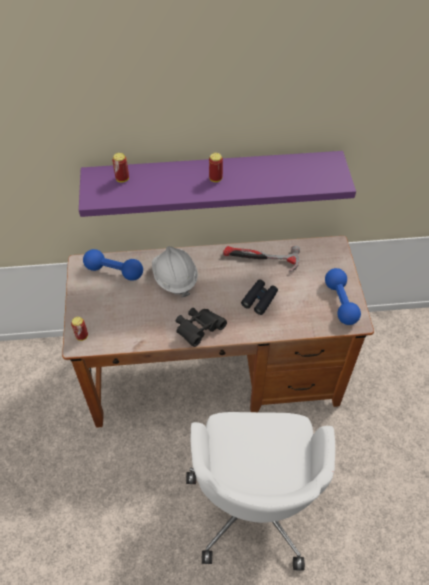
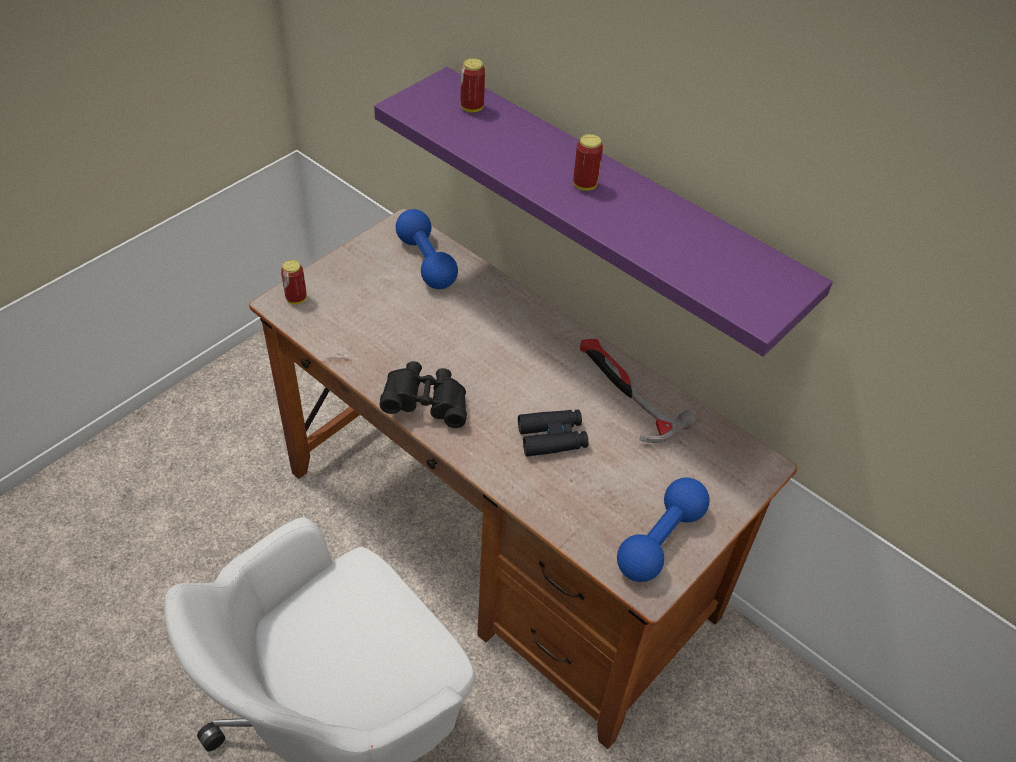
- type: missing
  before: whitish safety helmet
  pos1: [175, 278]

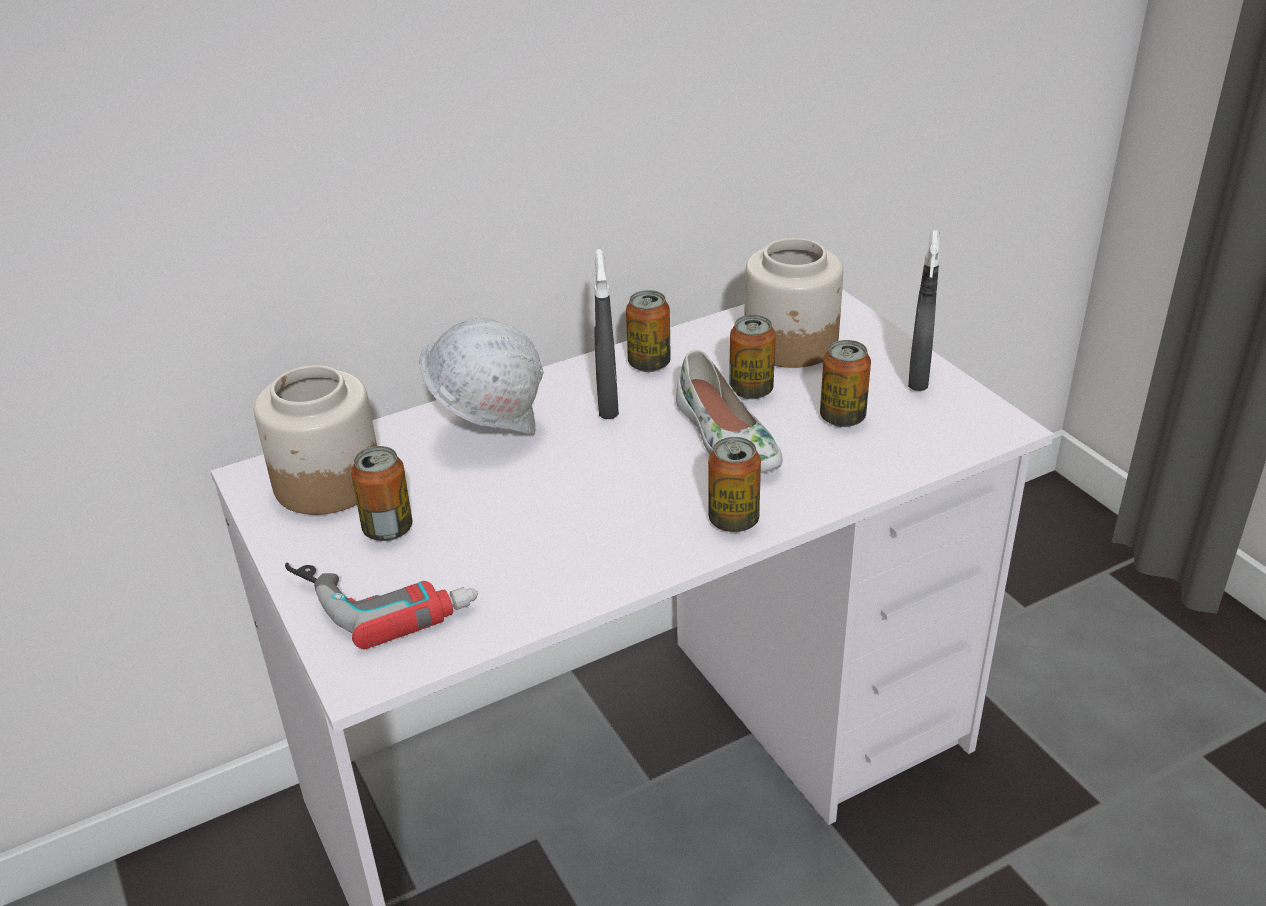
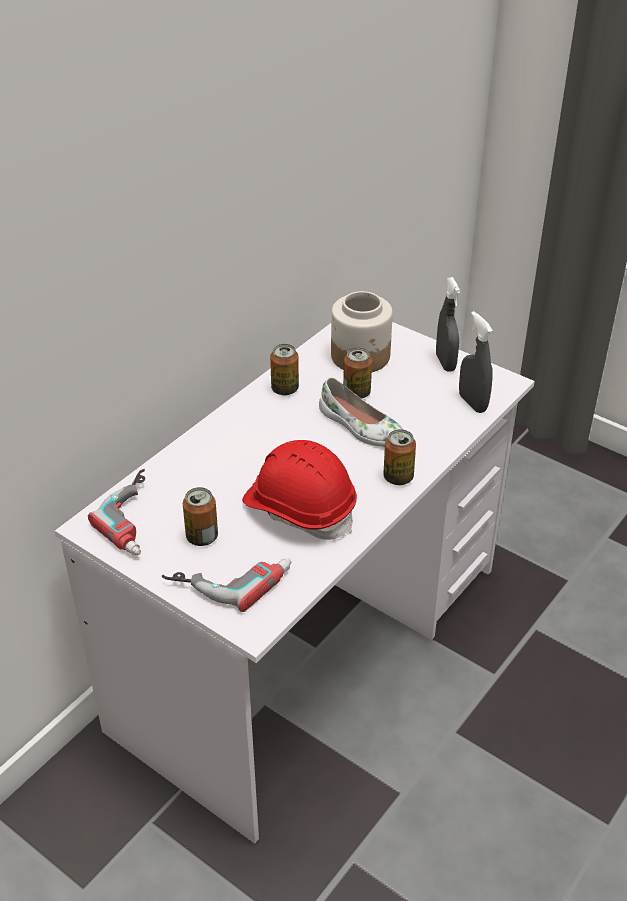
- type: missing
  before: whitish safety helmet
  pos1: [489, 429]
- type: missing
  before: can
  pos1: [842, 417]
- type: appeared
  after: reddish safety helmet
  pos2: [300, 508]
- type: relocated
  before: grey spray bottle
  pos1: [607, 404]
  pos2: [472, 403]
- type: exchanged
  before: jar
  after: power drill
  pos1: [326, 482]
  pos2: [139, 517]

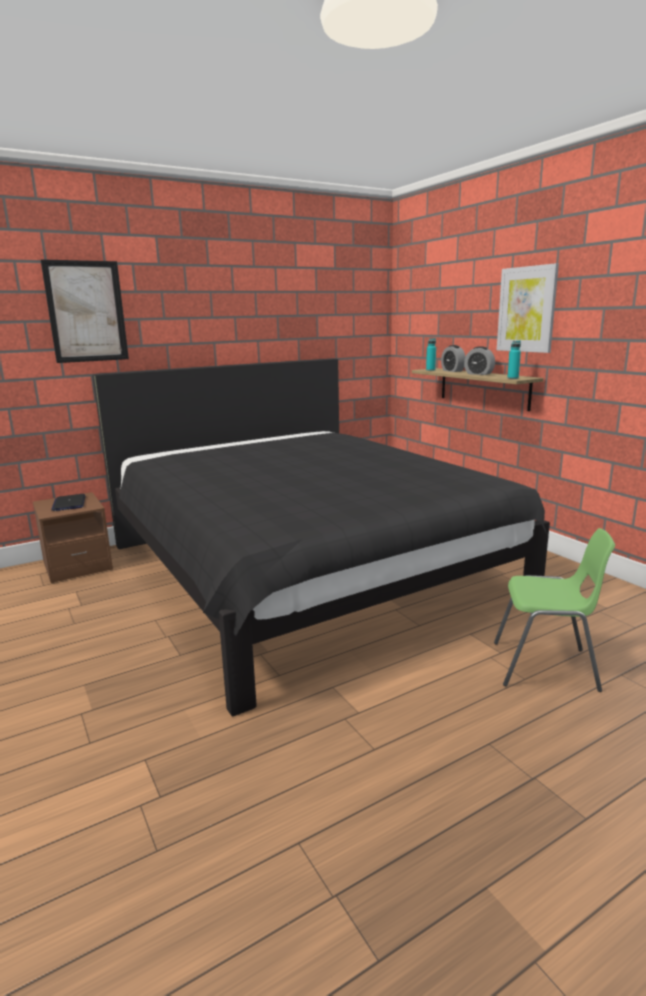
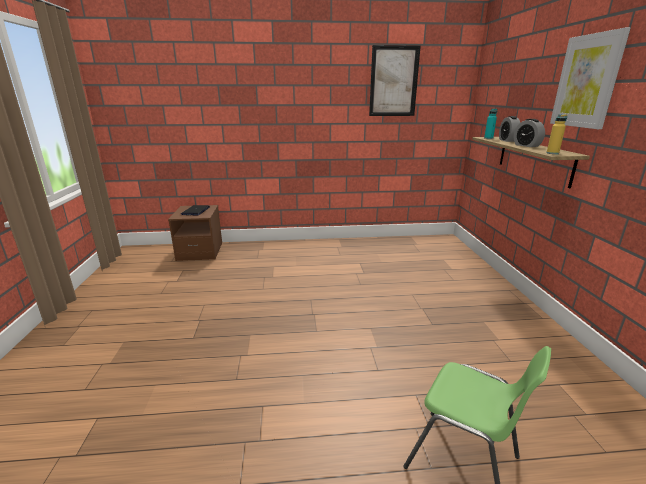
- type: missing
  before: black-coloured bed
  pos1: [303, 571]
- type: relocated
  before: wall art
  pos1: [86, 312]
  pos2: [393, 81]
- type: colour
  before: turquoise-coloured beverage bottle
  after: yellow beverage bottle
  pos1: [513, 378]
  pos2: [552, 153]

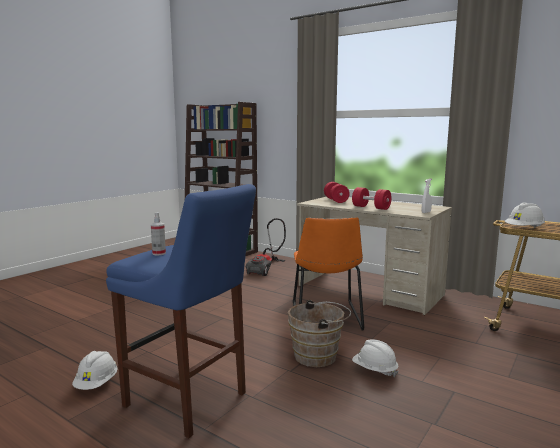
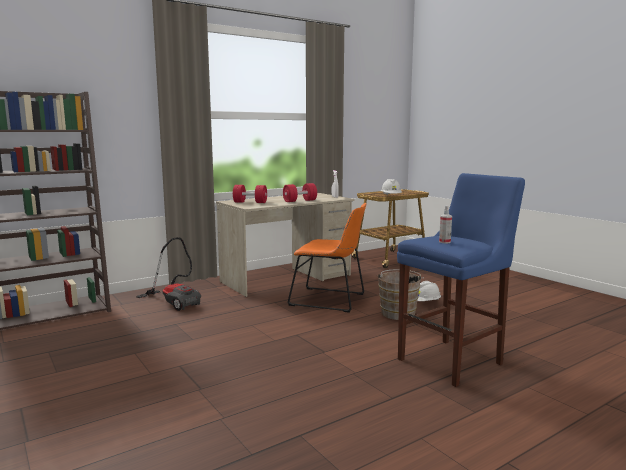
- type: missing
  before: whitish safety helmet
  pos1: [97, 384]

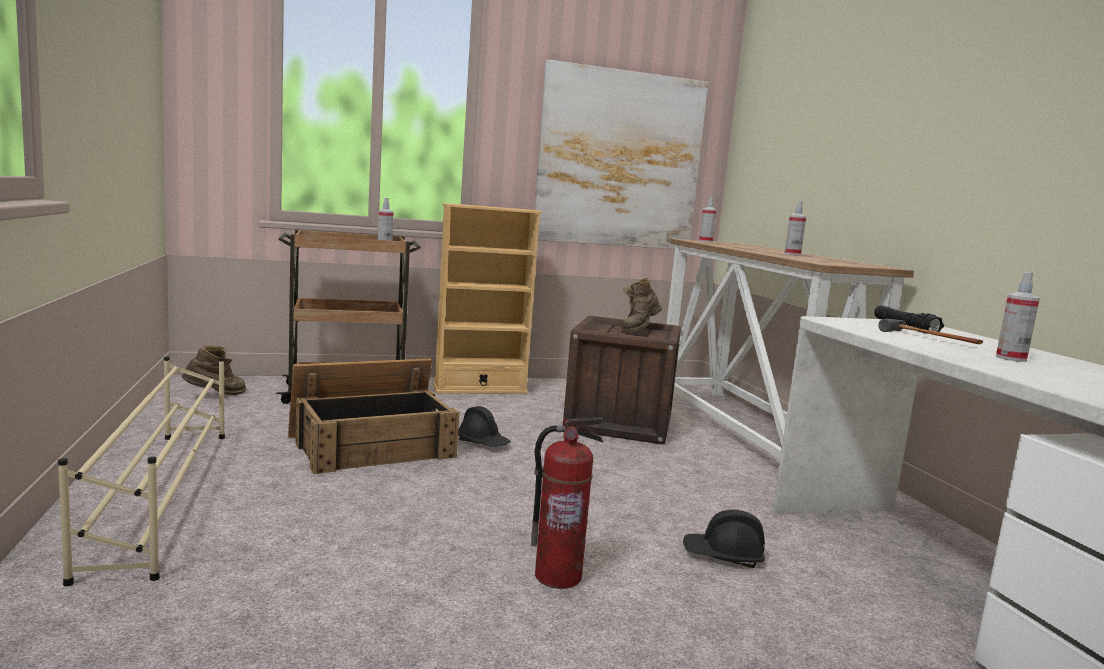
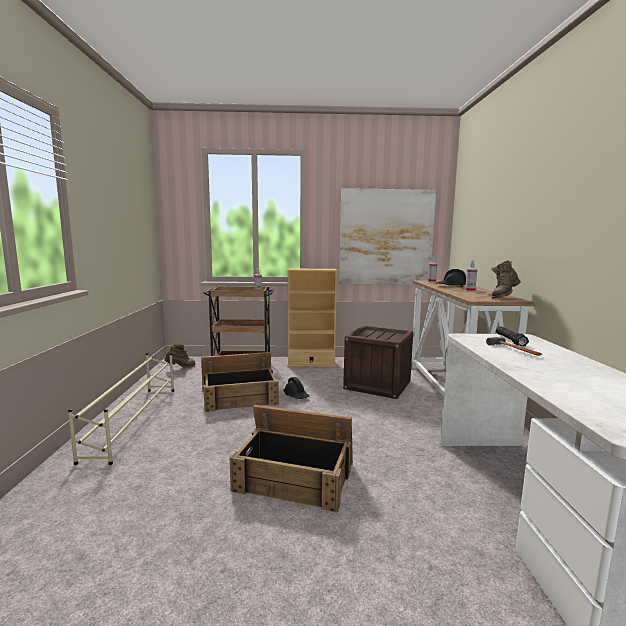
- type: missing
  before: spray bottle
  pos1: [1011, 358]
- type: relocated
  before: brownish boot
  pos1: [638, 331]
  pos2: [503, 297]
- type: relocated
  before: black-coloured safety helmet
  pos1: [723, 555]
  pos2: [451, 286]
- type: exchanged
  before: extinguisher
  after: crate
  pos1: [558, 576]
  pos2: [296, 476]

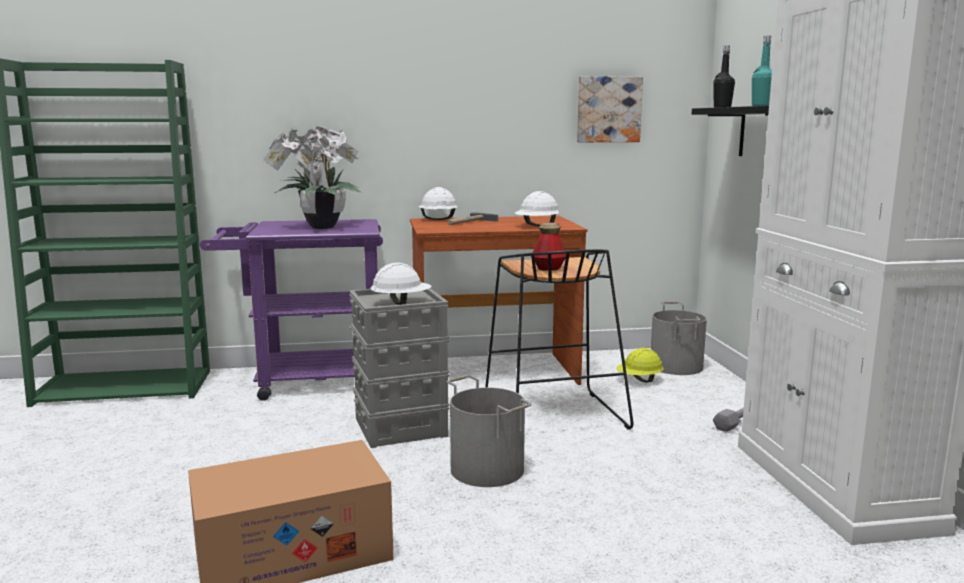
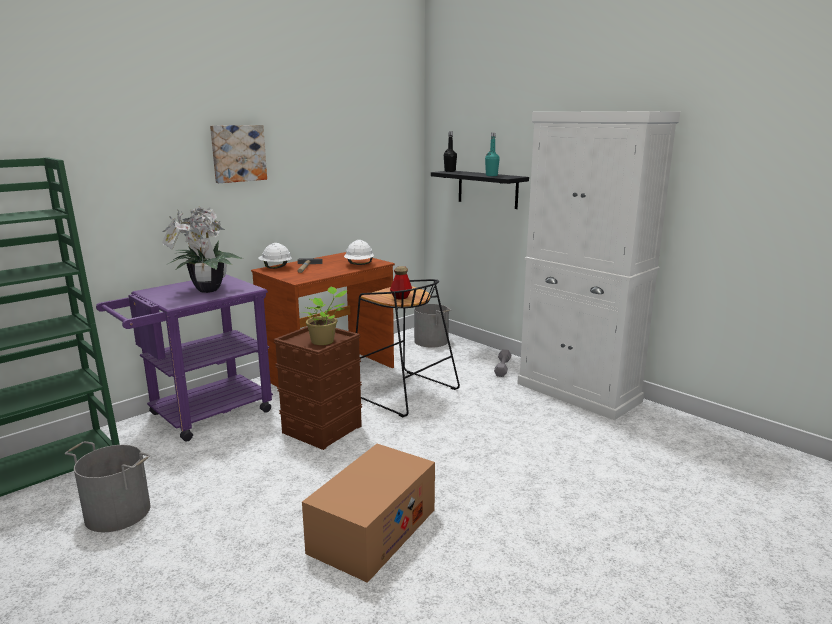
- type: missing
  before: yellow safety helmet
  pos1: [639, 380]
- type: relocated
  before: grey bucket
  pos1: [488, 469]
  pos2: [118, 512]
- type: relocated
  before: wall art
  pos1: [608, 109]
  pos2: [238, 153]
- type: exchanged
  before: whitish safety helmet
  after: houseplant
  pos1: [401, 303]
  pos2: [324, 341]
- type: colour
  before: grey storage bin
  after: brownish storage bin
  pos1: [401, 426]
  pos2: [322, 429]

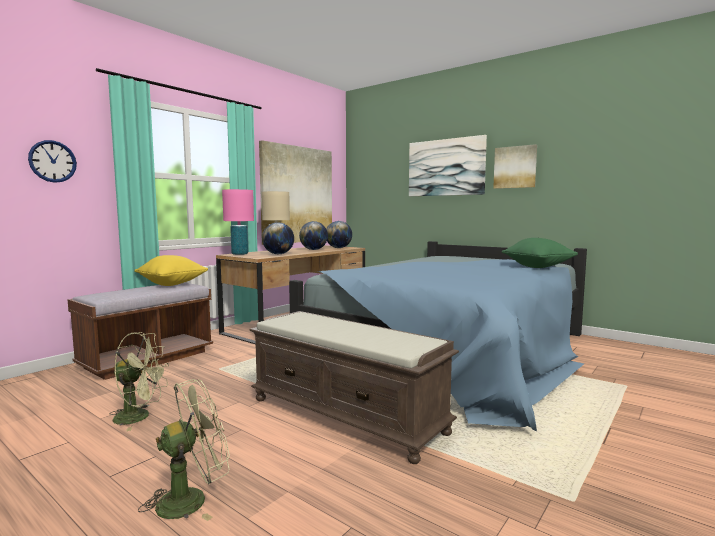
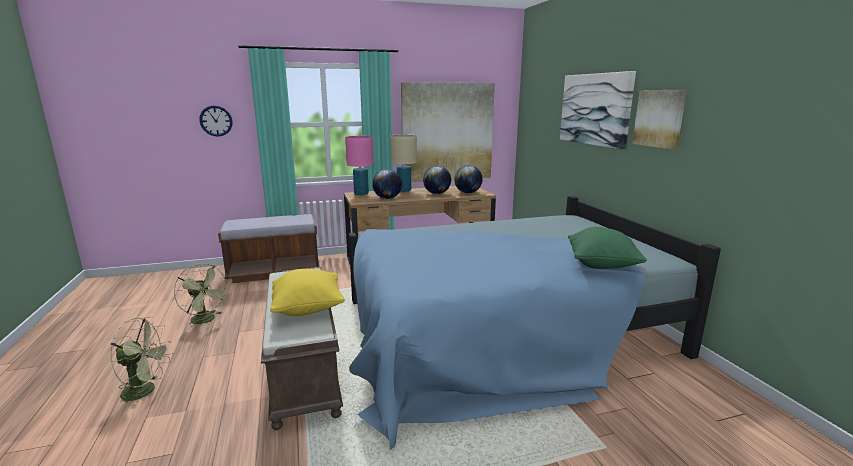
- type: relocated
  before: yellow pillow
  pos1: [172, 284]
  pos2: [308, 308]

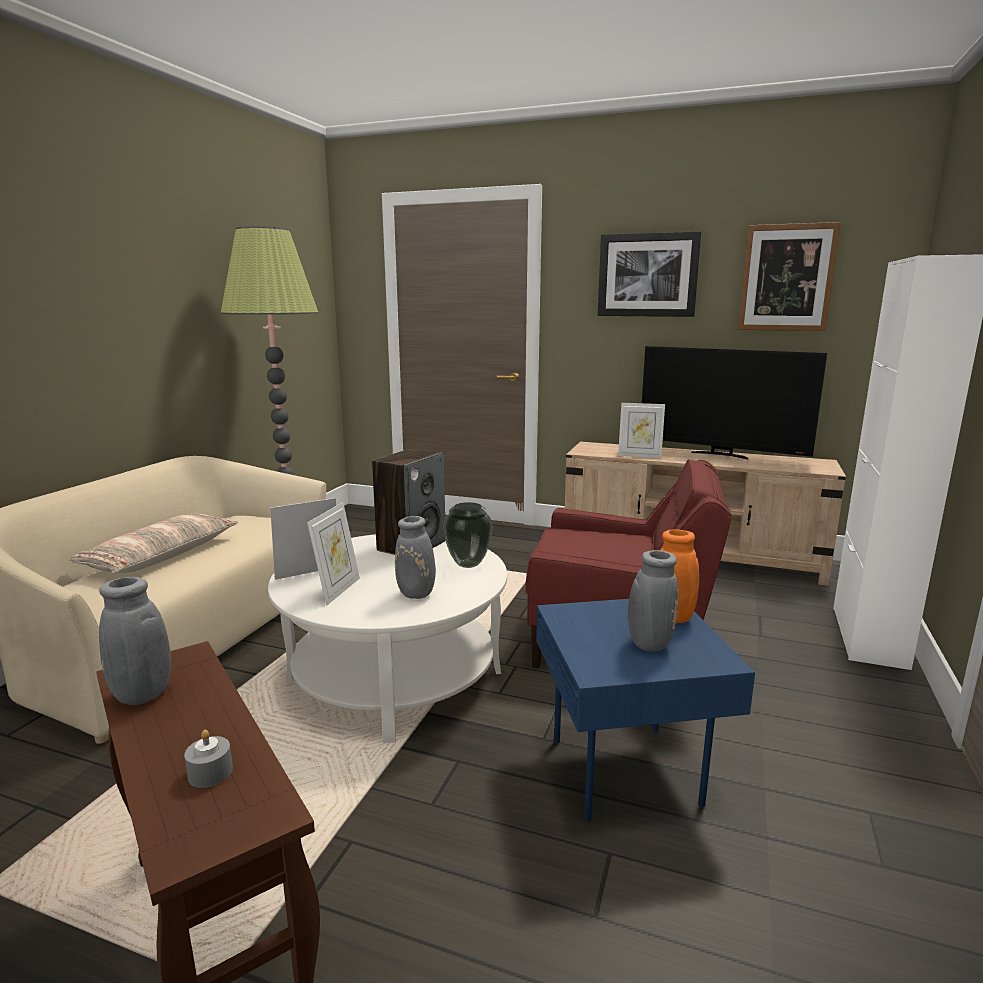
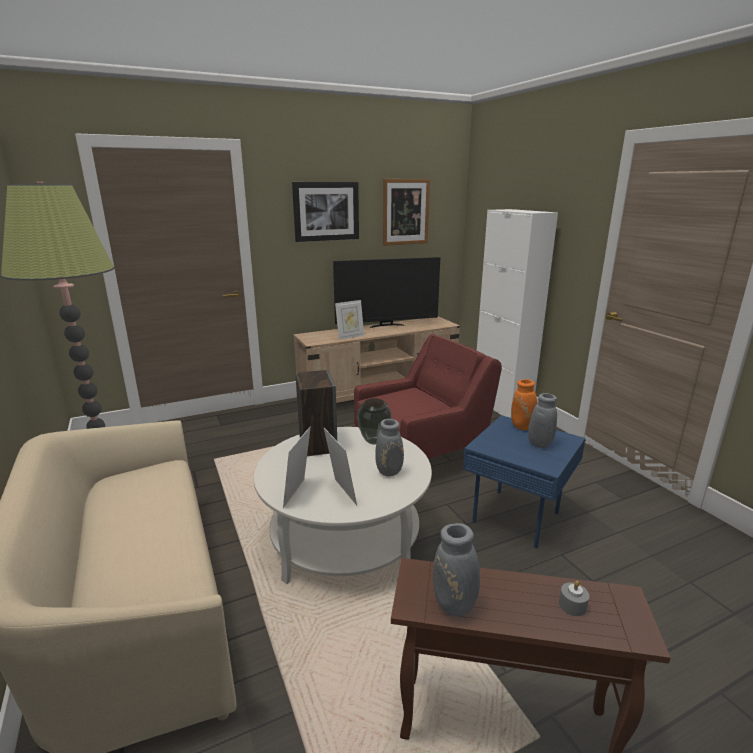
- type: missing
  before: pillow
  pos1: [161, 556]

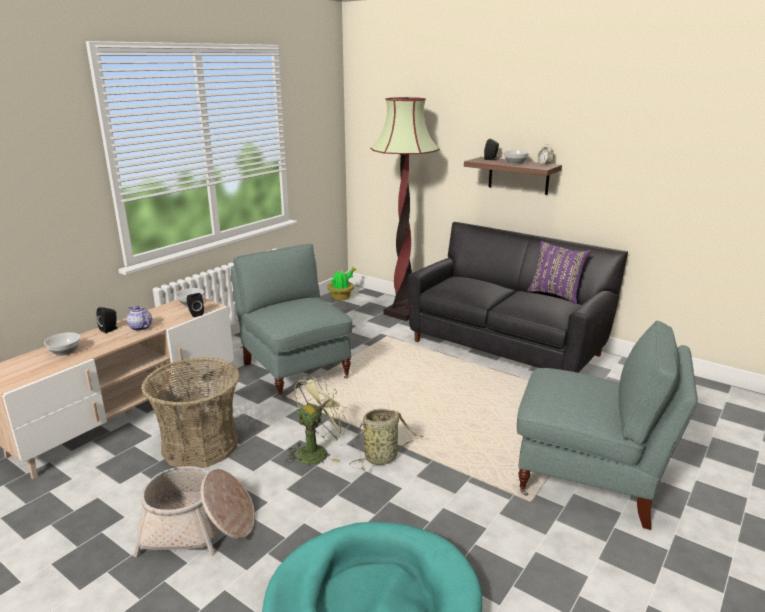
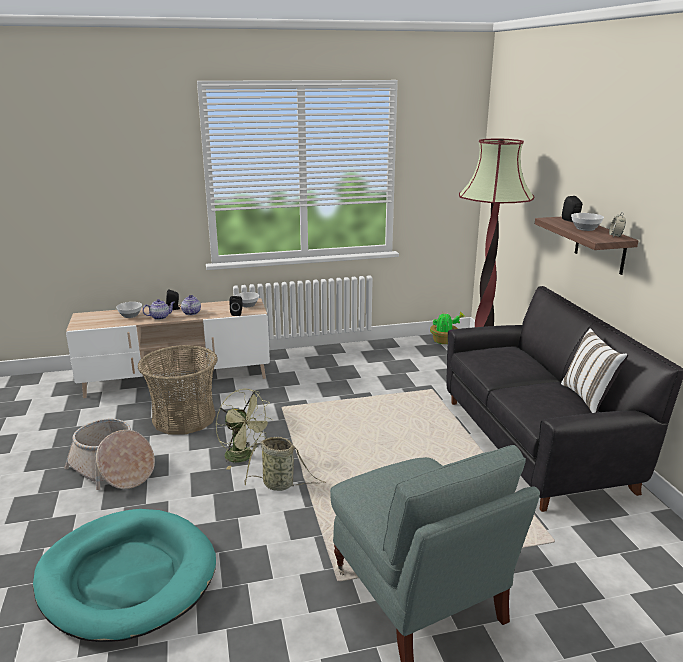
- type: missing
  before: grey armchair
  pos1: [295, 371]
- type: appeared
  after: pot for tea
  pos2: [160, 317]
- type: colour
  before: purple pillow
  after: whitish pillow
  pos1: [555, 294]
  pos2: [588, 398]
- type: spun
  before: green-coloured fan
  pos1: [316, 451]
  pos2: [244, 457]
  turn: 45

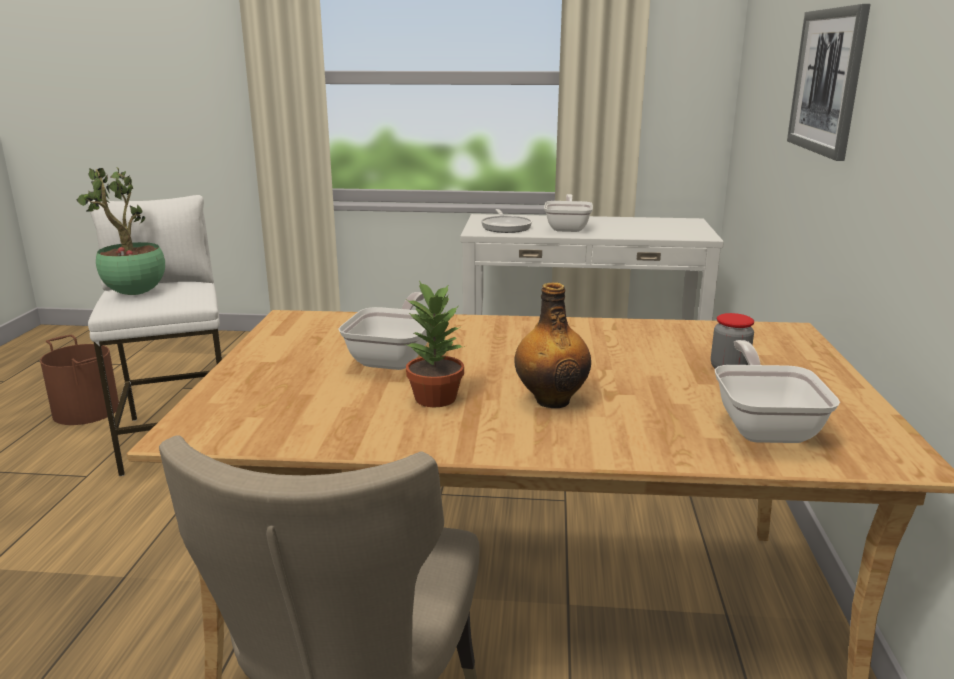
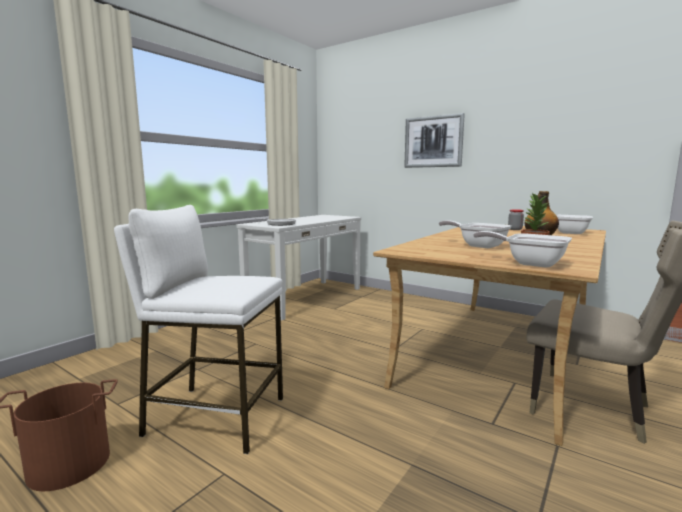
- type: missing
  before: houseplant
  pos1: [135, 294]
- type: relocated
  before: frying pan
  pos1: [568, 228]
  pos2: [529, 263]

